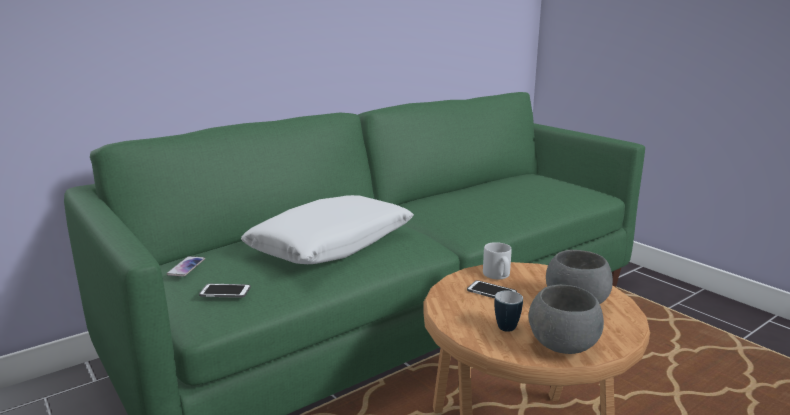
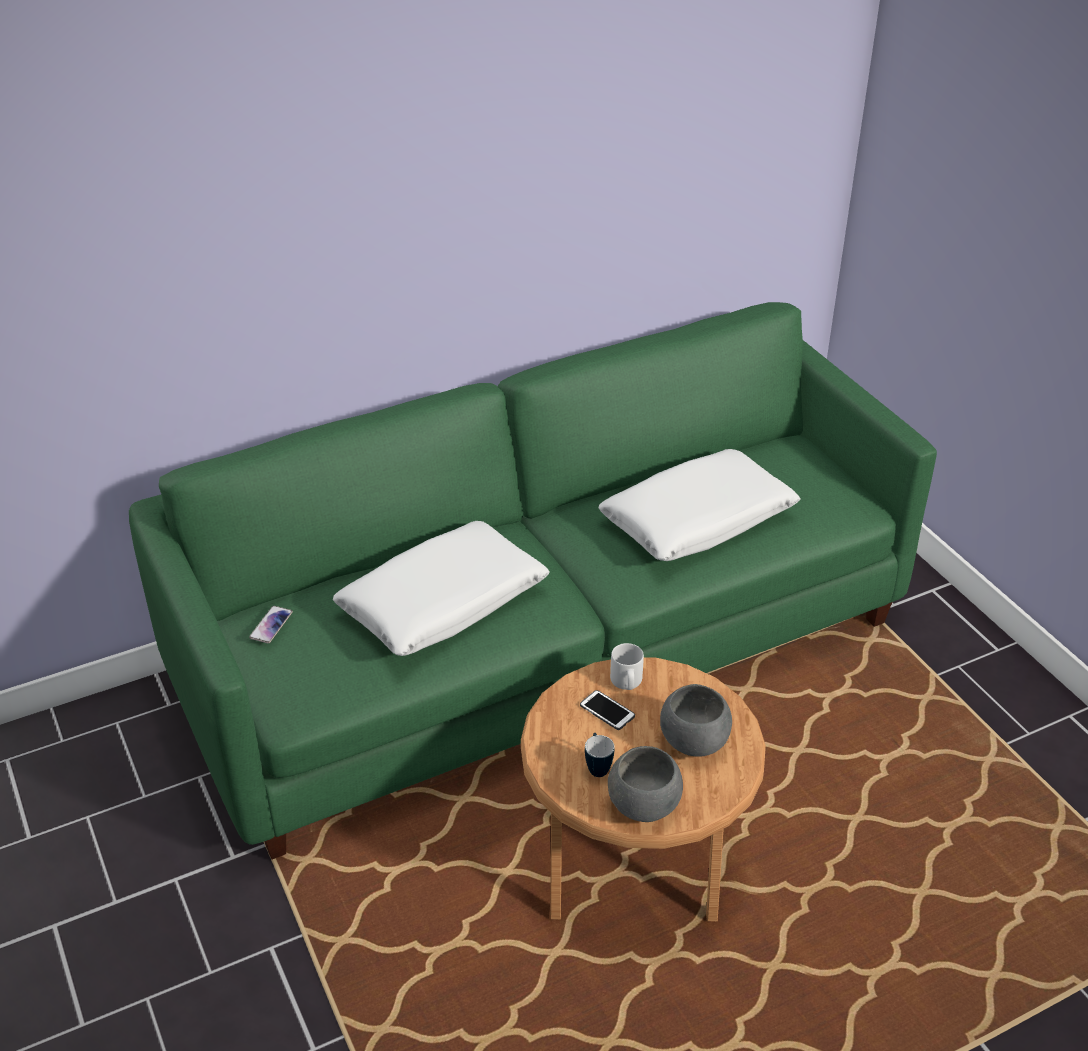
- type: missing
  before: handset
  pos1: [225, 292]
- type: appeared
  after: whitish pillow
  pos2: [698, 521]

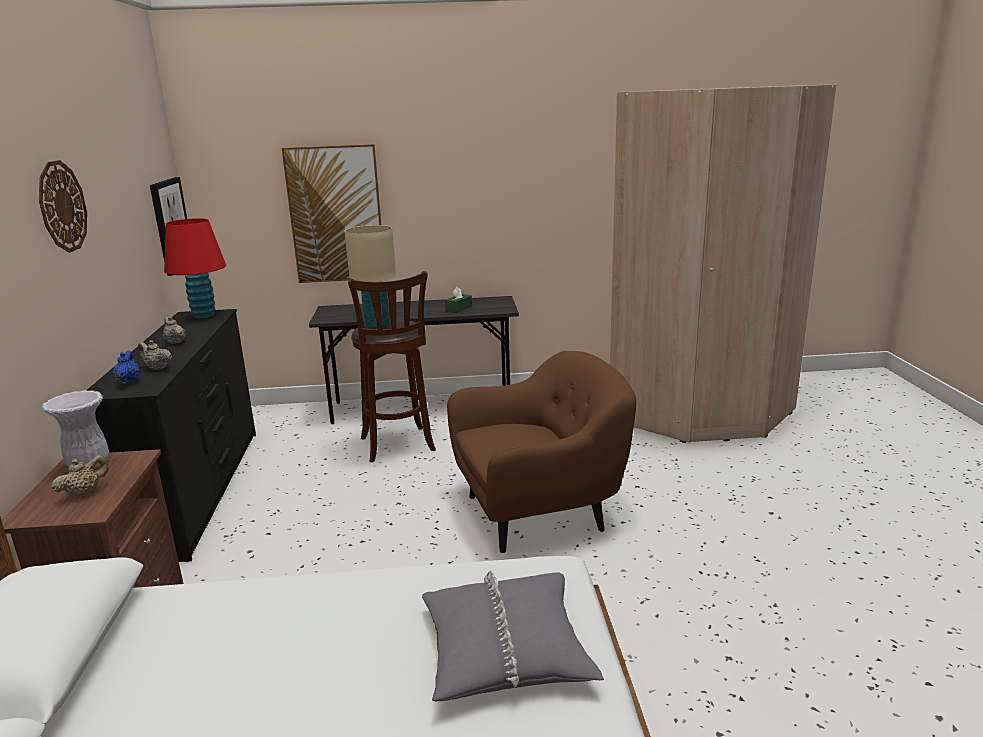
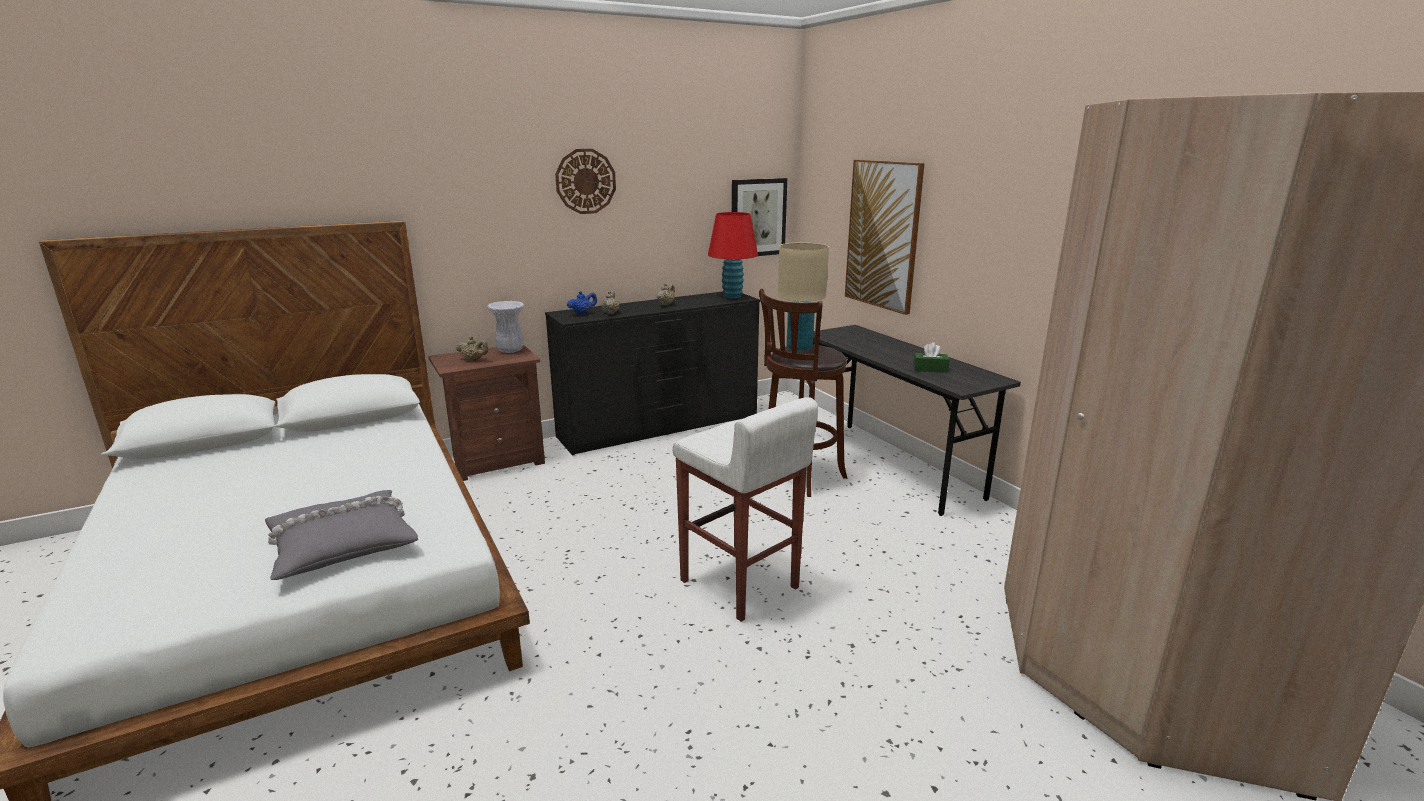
- type: exchanged
  before: brownish armchair
  after: whitish stool
  pos1: [539, 512]
  pos2: [739, 585]

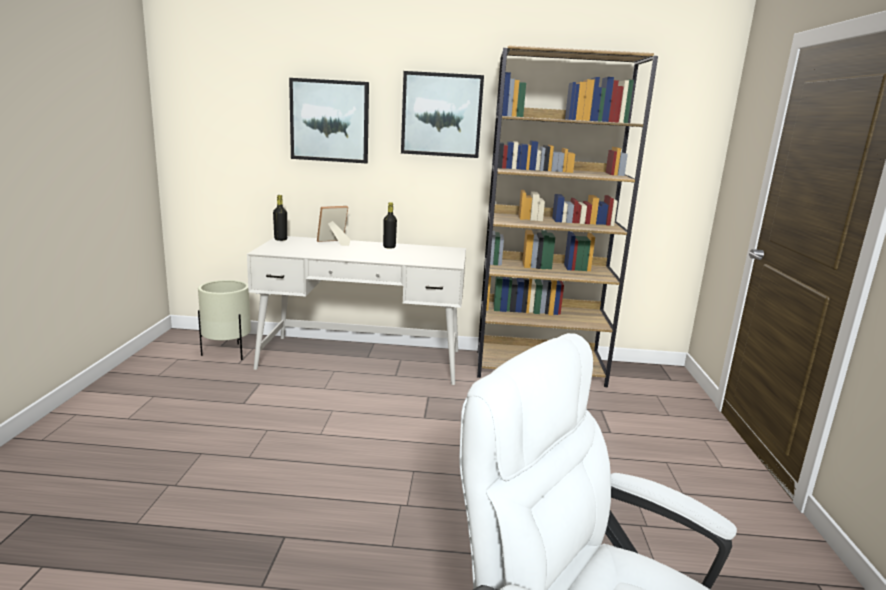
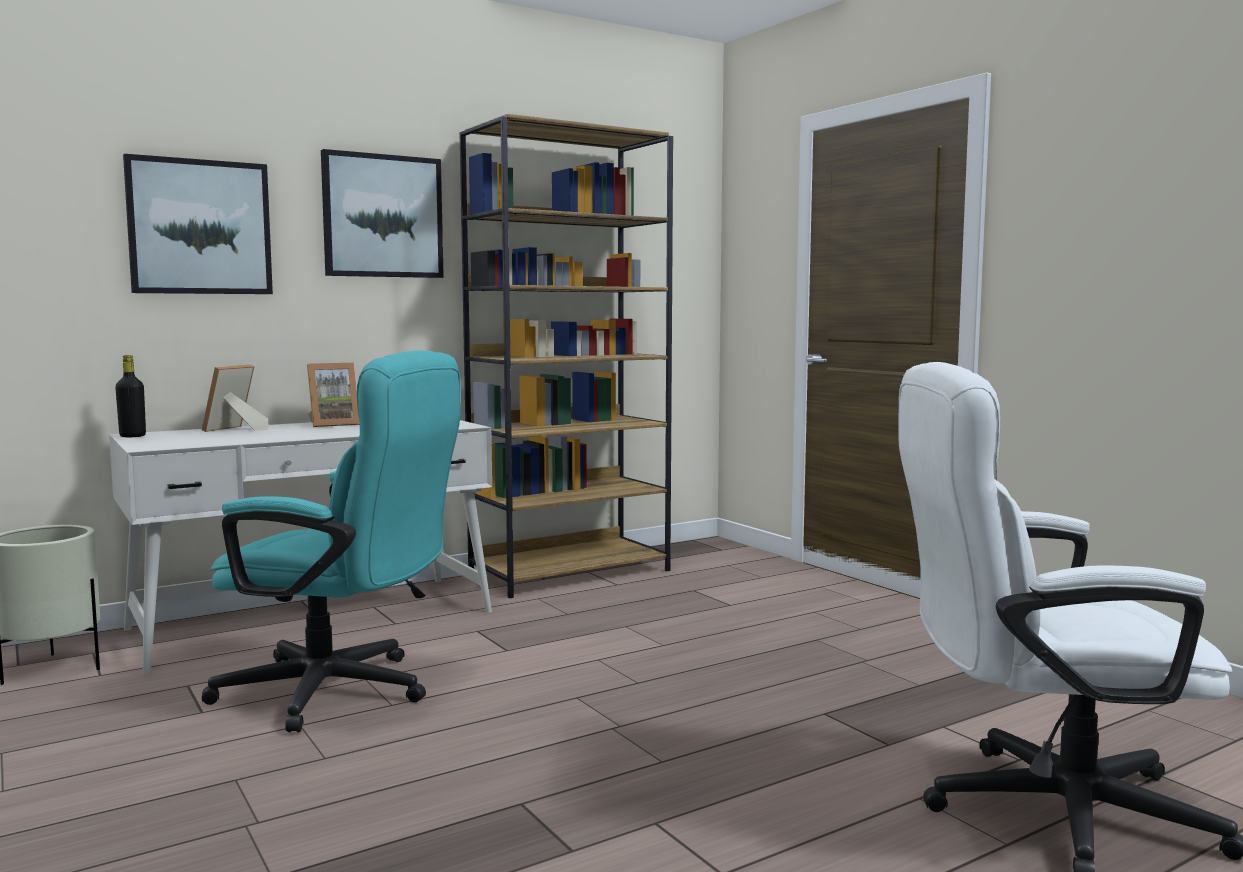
- type: appeared
  after: turquoise-coloured computer chair
  pos2: [342, 692]
- type: exchanged
  before: black-coloured beverage bottle
  after: picture frame
  pos1: [389, 247]
  pos2: [333, 424]

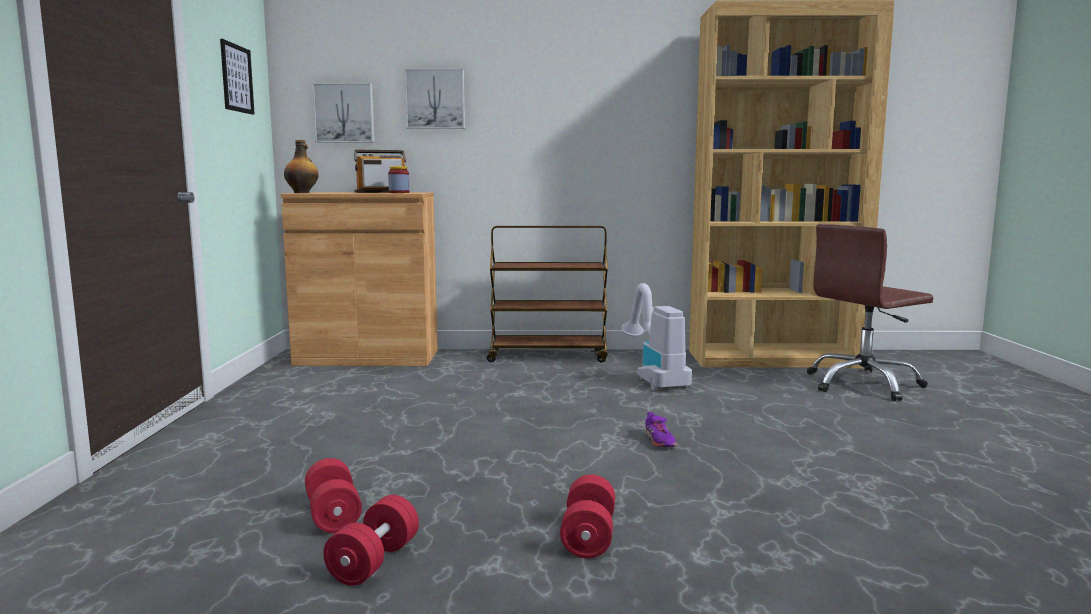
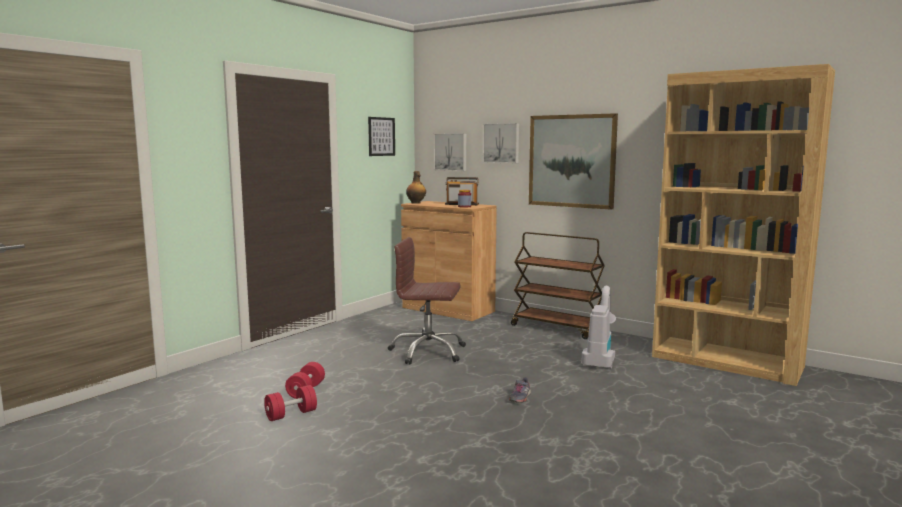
- type: missing
  before: reddish hand weight
  pos1: [588, 537]
- type: appeared
  after: wall art
  pos2: [571, 161]
- type: relocated
  before: brownish computer chair
  pos1: [863, 384]
  pos2: [428, 352]
- type: colour
  before: purple item of footwear
  after: grey item of footwear
  pos1: [659, 441]
  pos2: [519, 397]

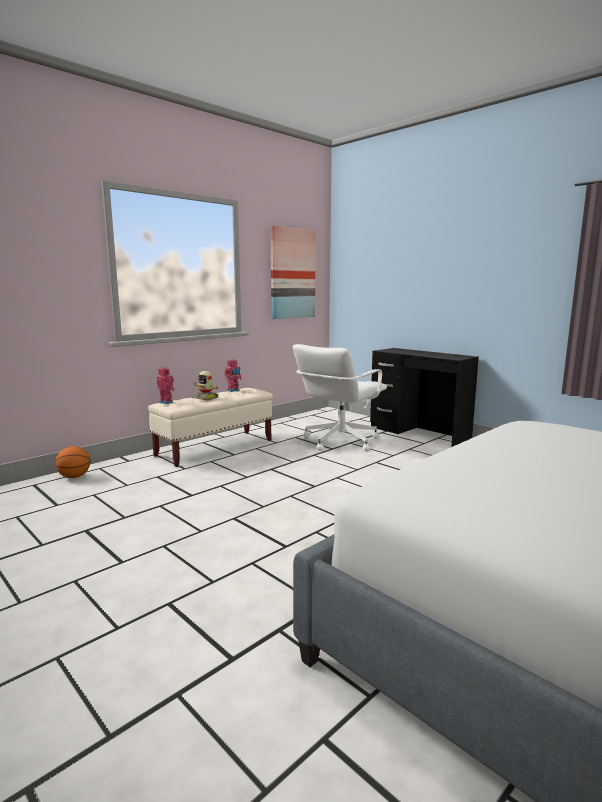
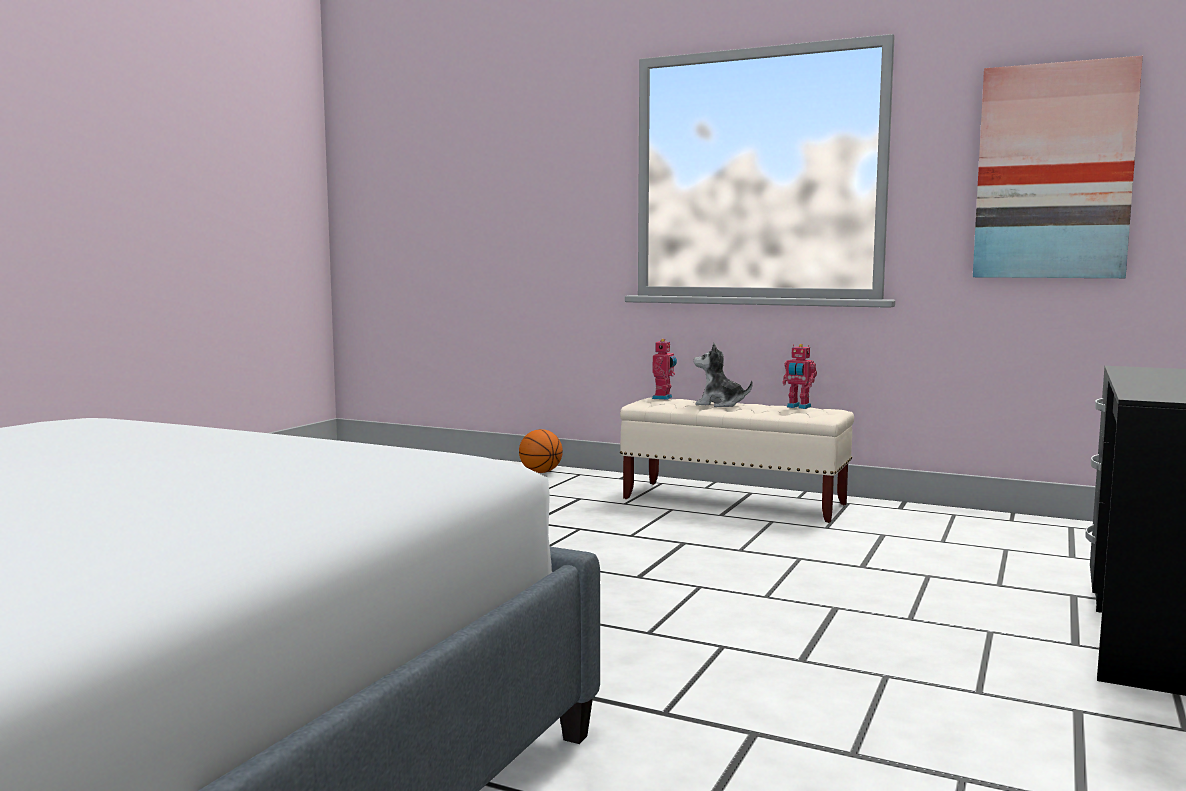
- type: missing
  before: whitish computer chair
  pos1: [339, 441]
- type: exchanged
  before: model robot
  after: cuddly toy
  pos1: [205, 398]
  pos2: [719, 404]

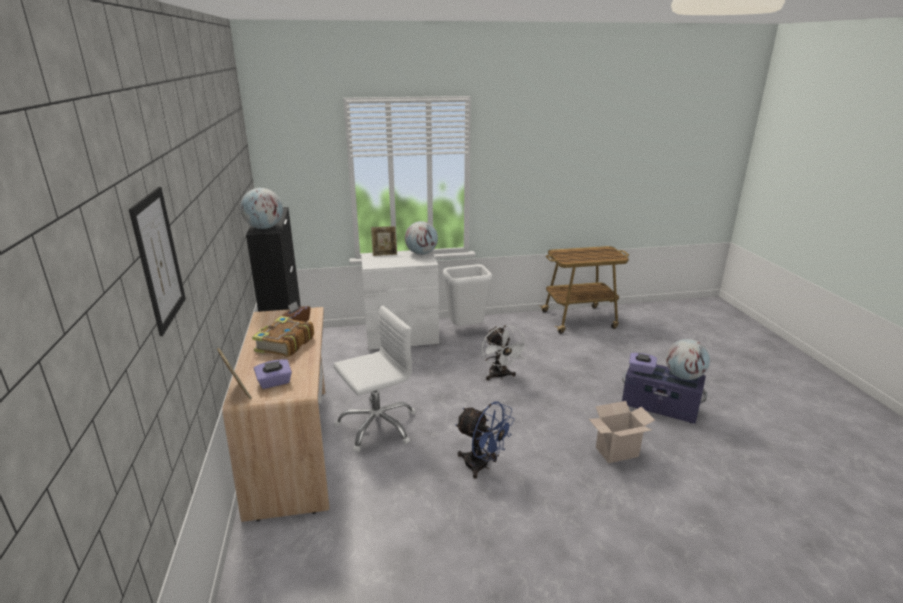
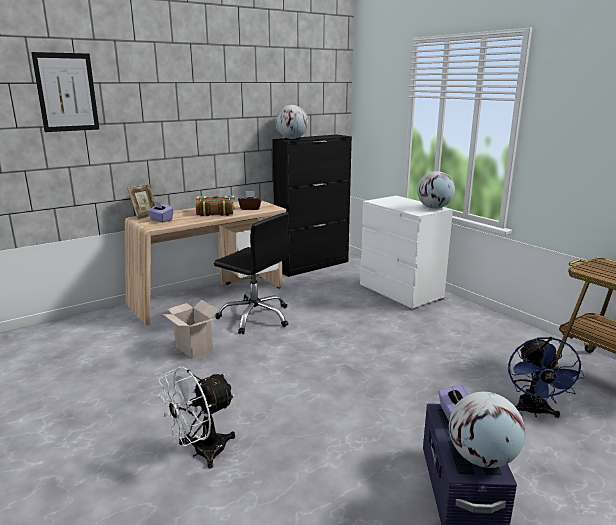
- type: missing
  before: picture frame
  pos1: [384, 254]
- type: missing
  before: whitish waste bin
  pos1: [466, 330]
- type: relocated
  before: bluish fan
  pos1: [482, 466]
  pos2: [534, 412]
- type: relocated
  before: whitish fan
  pos1: [500, 376]
  pos2: [201, 452]
- type: relocated
  before: packing box
  pos1: [616, 453]
  pos2: [192, 348]
- type: colour
  before: whitish computer chair
  after: black-coloured computer chair
  pos1: [377, 426]
  pos2: [255, 317]

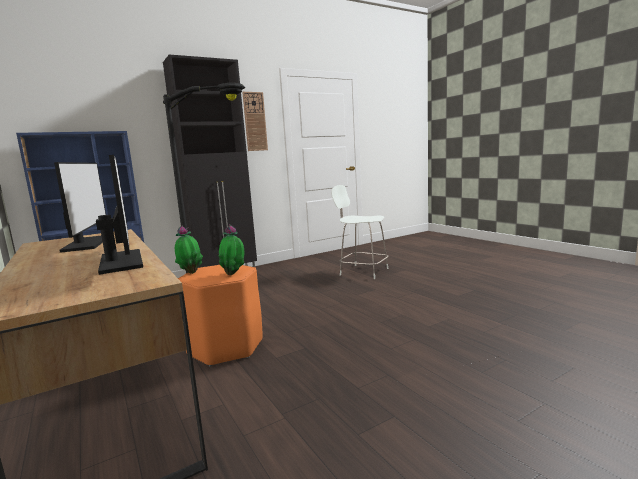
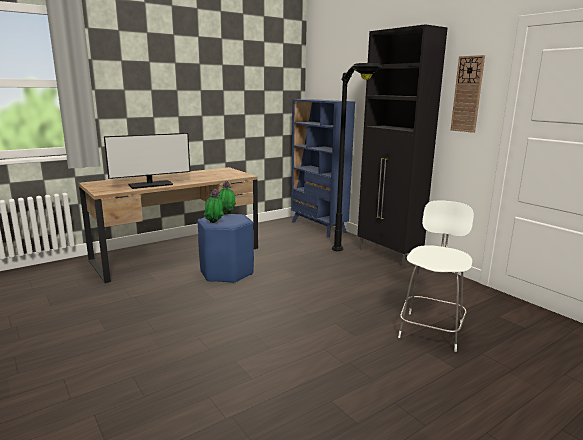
- type: missing
  before: monitor
  pos1: [86, 244]
- type: colour
  before: orange-coloured stool
  after: bluish stool
  pos1: [226, 347]
  pos2: [226, 273]

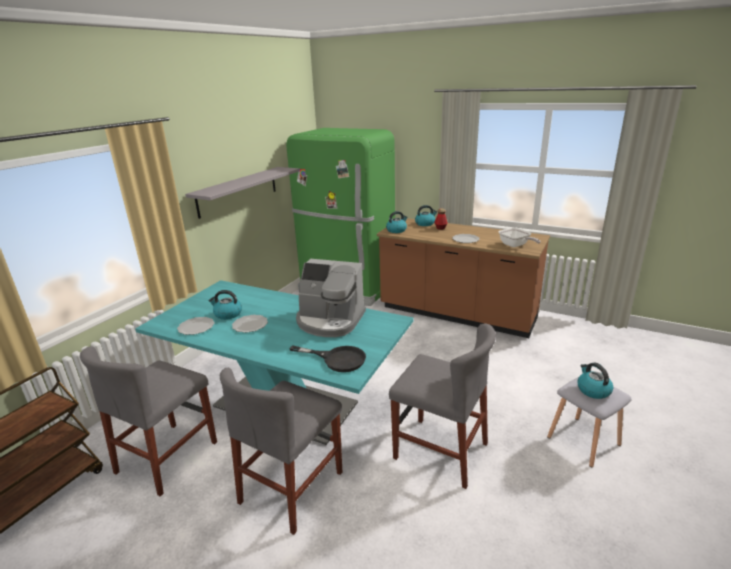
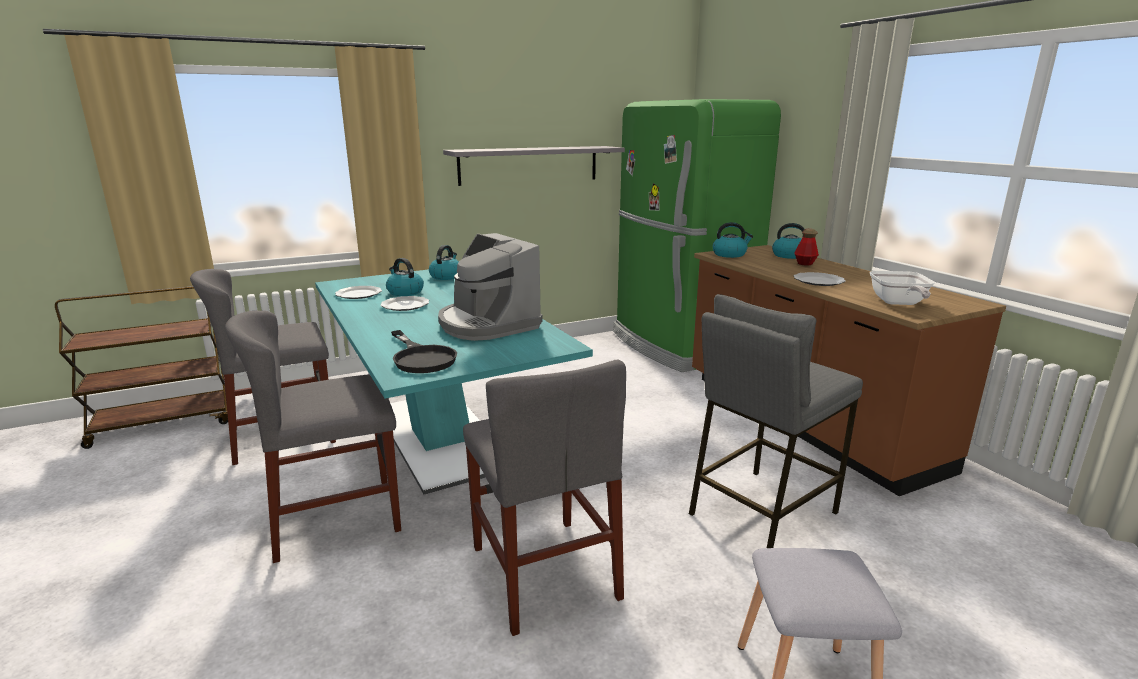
- type: appeared
  after: grey stool
  pos2: [761, 512]
- type: relocated
  before: tea kettle
  pos1: [592, 390]
  pos2: [446, 276]

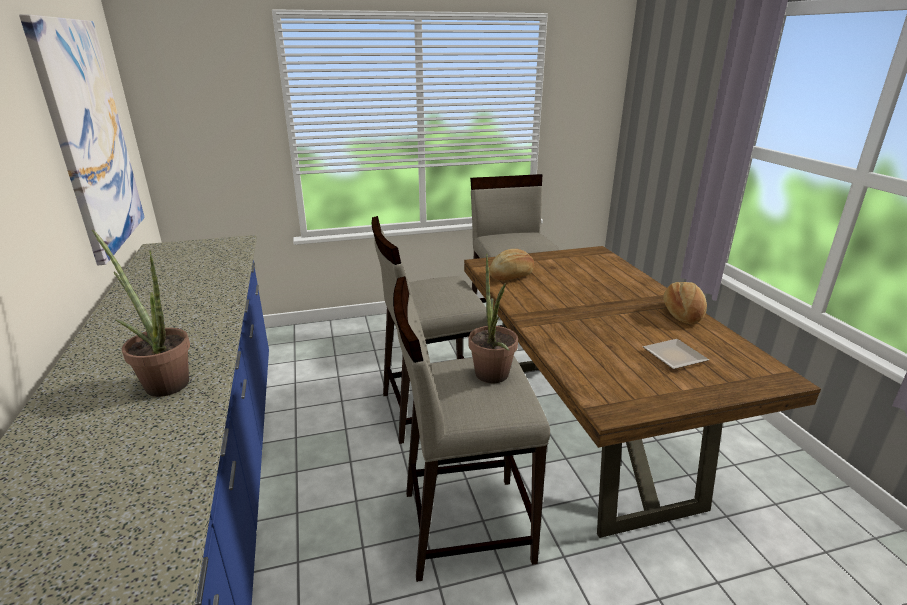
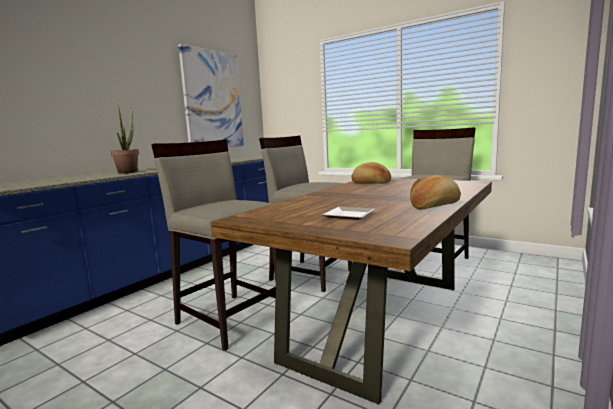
- type: missing
  before: houseplant
  pos1: [492, 378]

